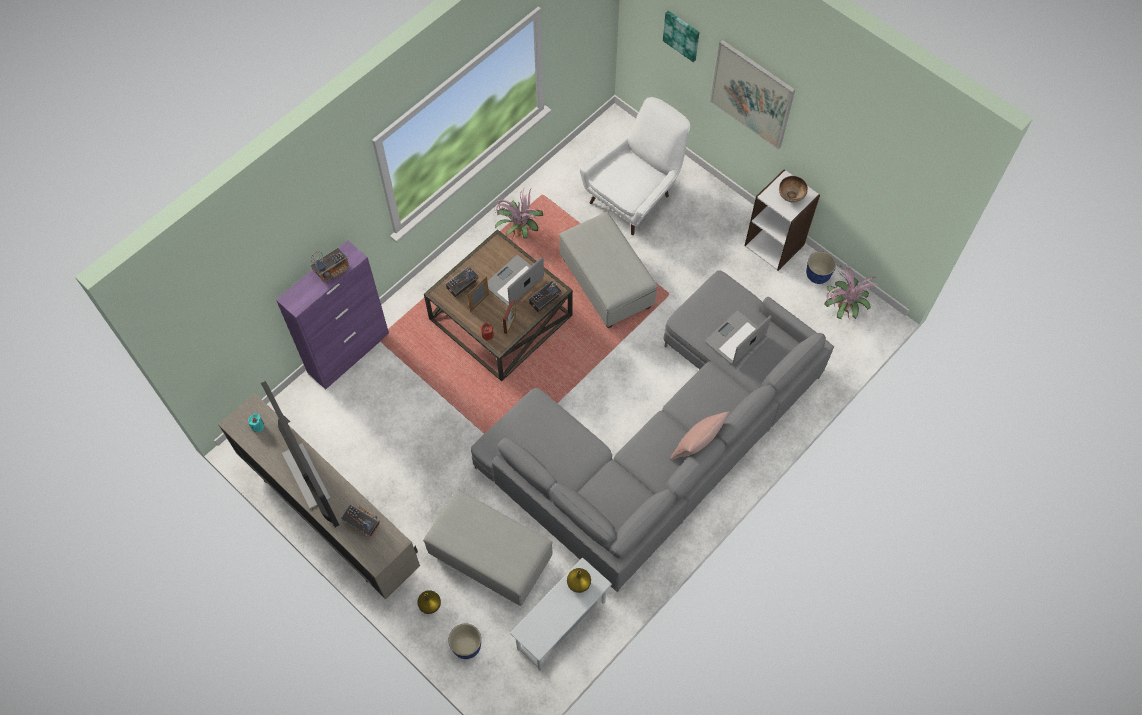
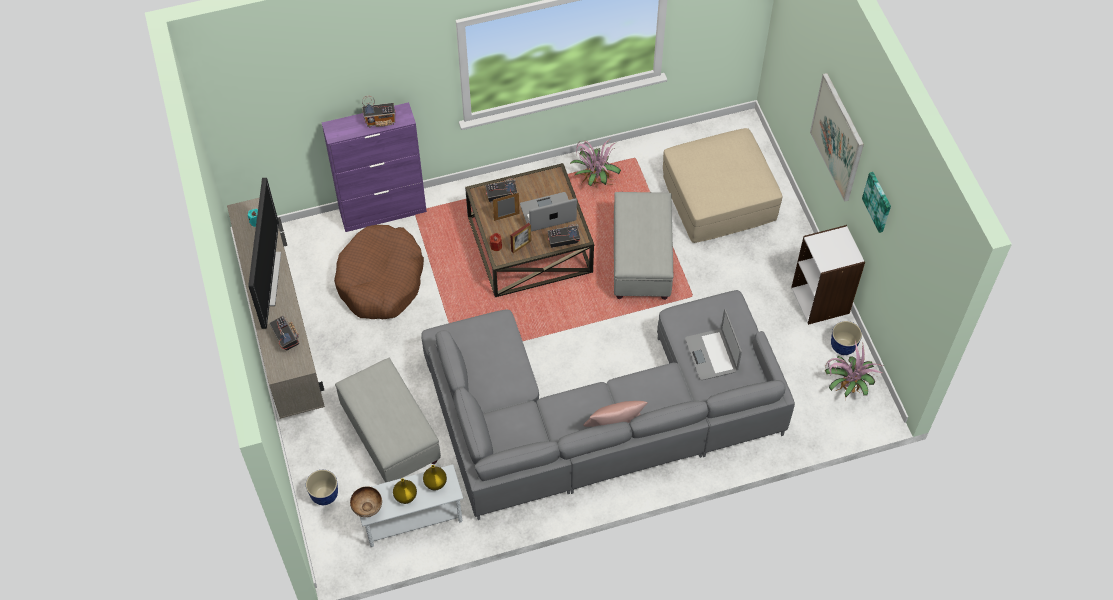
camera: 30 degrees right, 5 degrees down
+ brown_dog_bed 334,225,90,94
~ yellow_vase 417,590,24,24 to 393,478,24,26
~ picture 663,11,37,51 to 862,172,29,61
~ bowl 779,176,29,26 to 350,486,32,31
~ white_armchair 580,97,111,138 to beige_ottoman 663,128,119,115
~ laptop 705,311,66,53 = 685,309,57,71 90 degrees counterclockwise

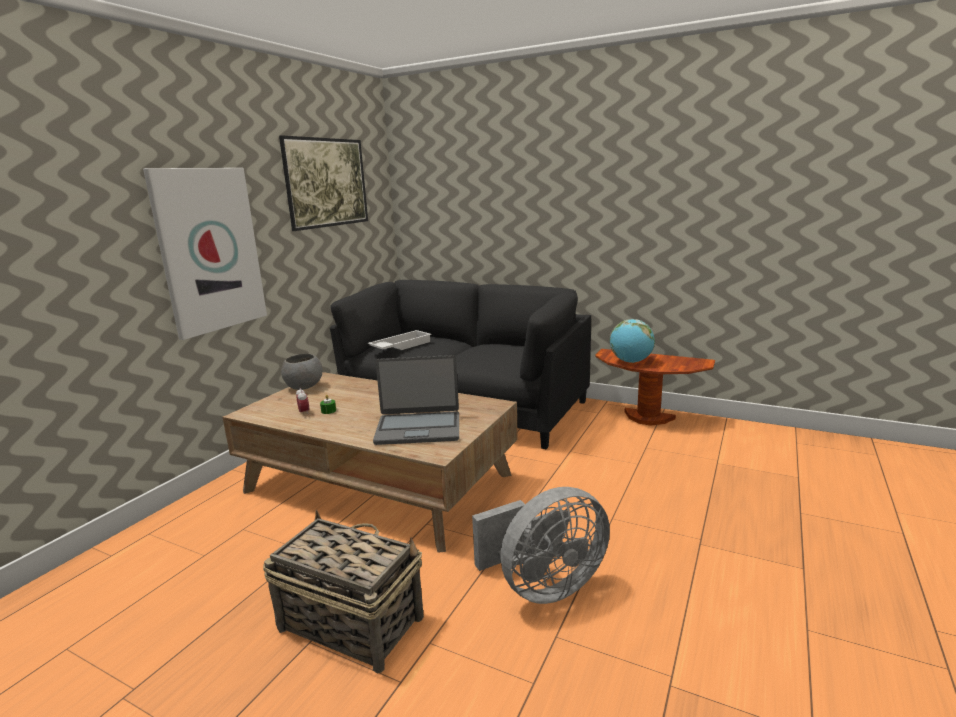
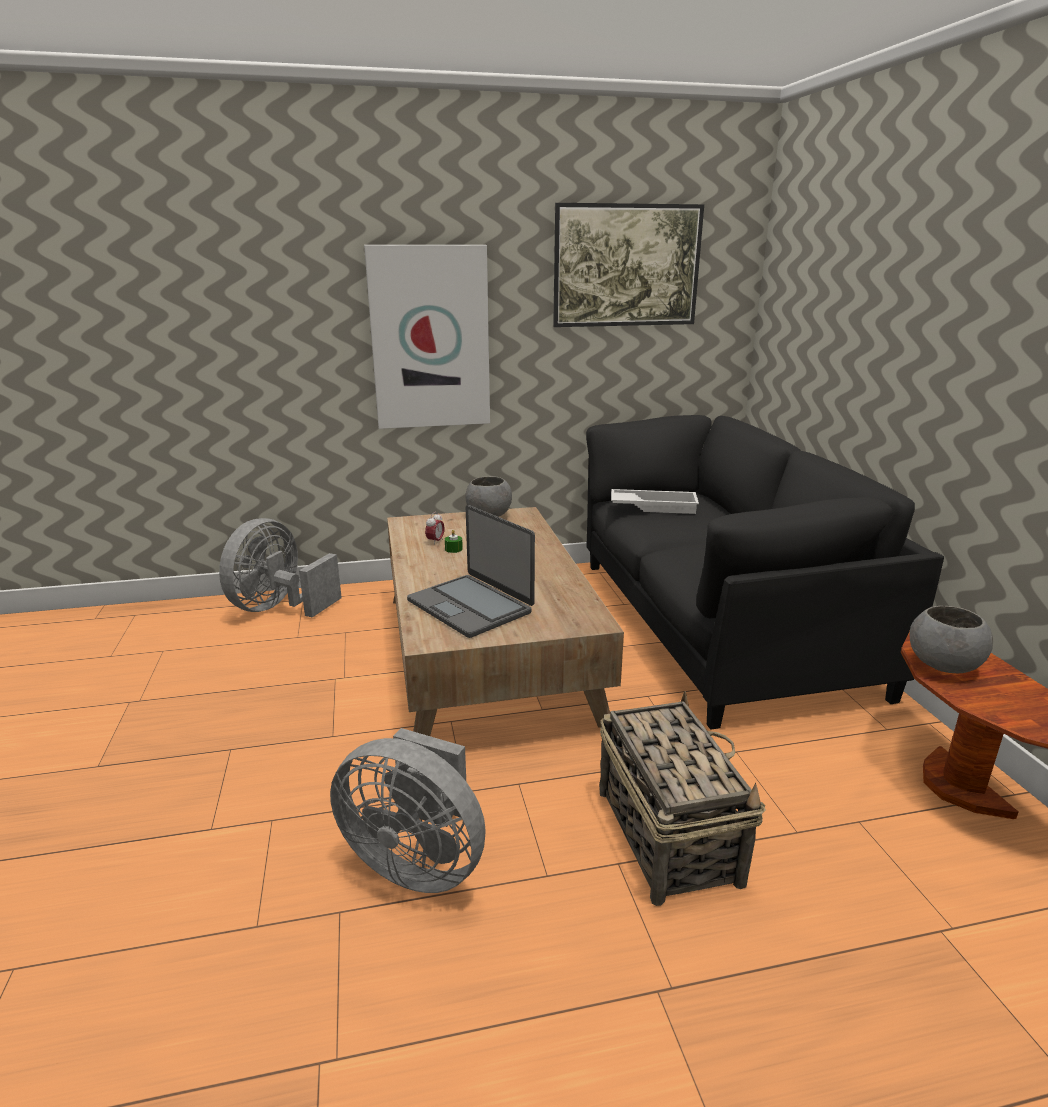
camera: 50 degrees right, 5 degrees up
+ grey_fan 219,518,123,99
~ basket 263,510,161,163 to 599,691,167,215
~ globe 610,319,45,44 to grey_bowl 910,606,83,67

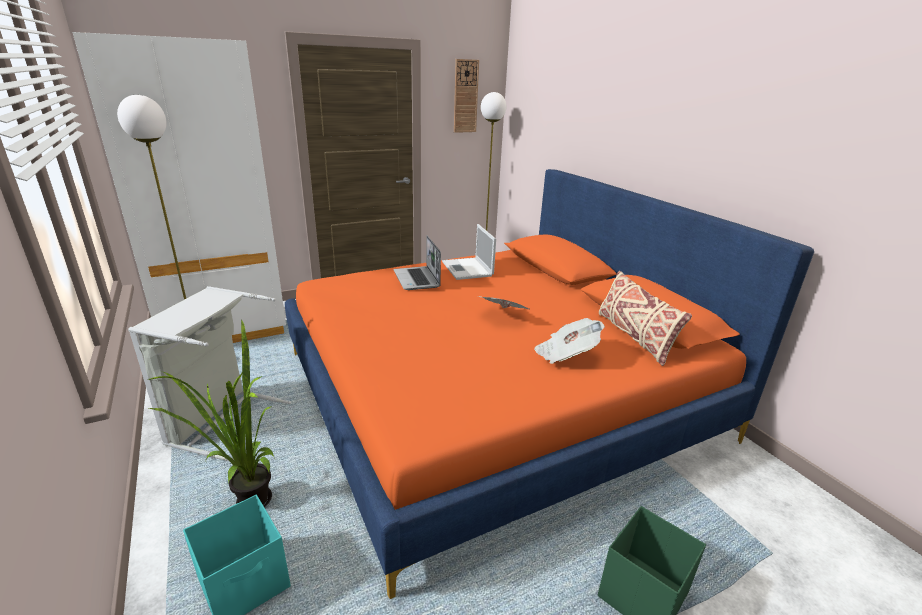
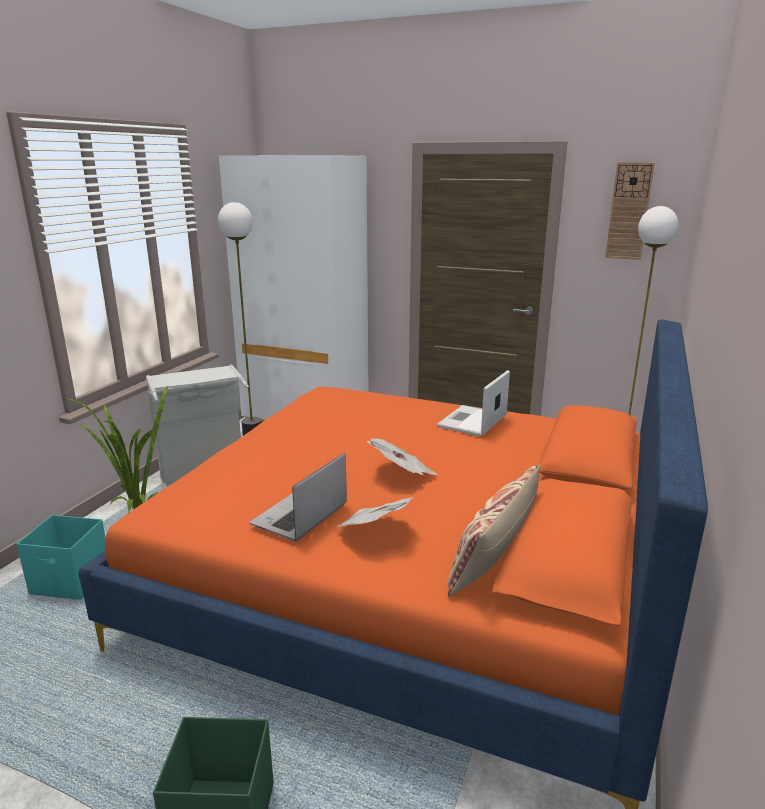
camera: 50 degrees right, 5 degrees down
~ laptop 393,236,48,54 to 250,453,97,88

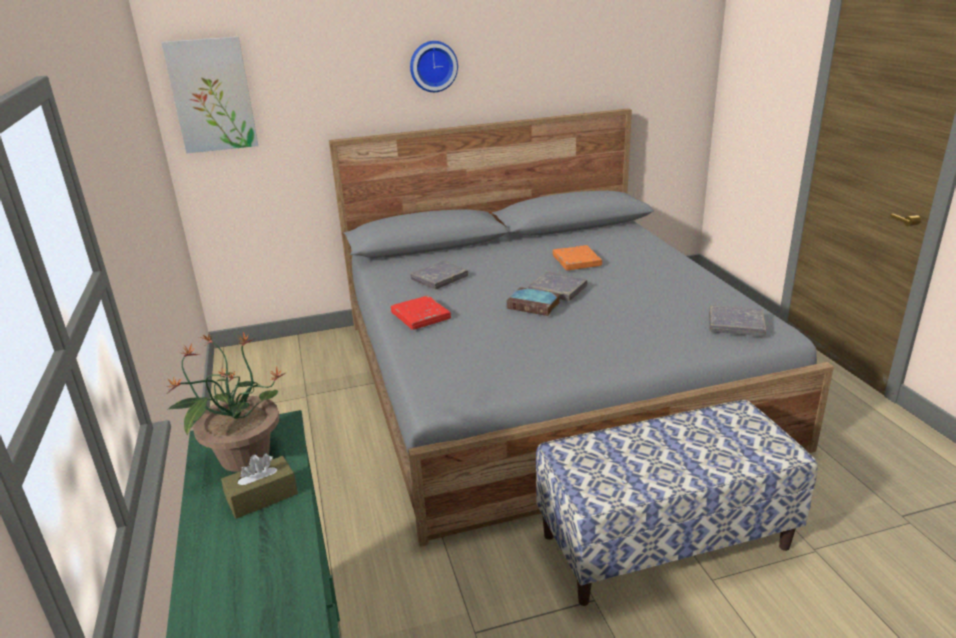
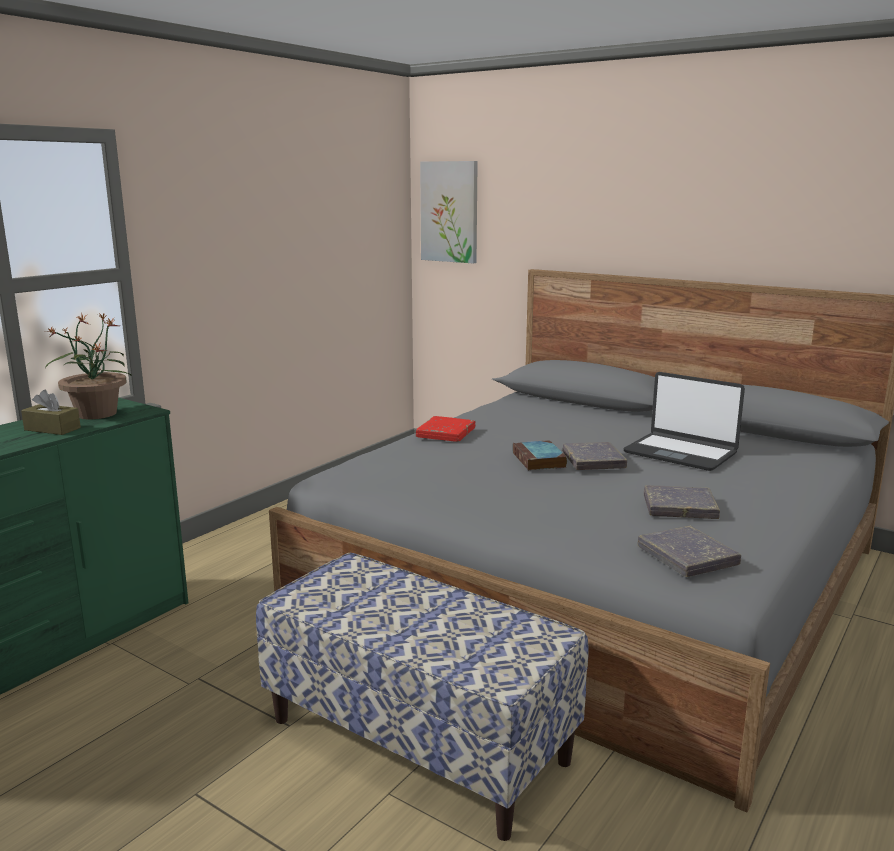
camera: 50 degrees right, 10 degrees down
- wall_clock 410,41,48,51
~ grey_book 410,261,58,28 to 644,485,76,34
~ orange_book 553,245,49,25 to laptop 624,372,121,99

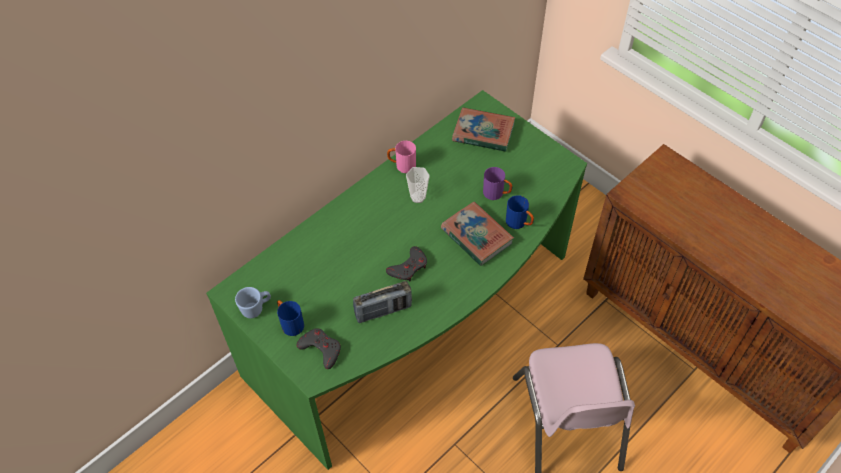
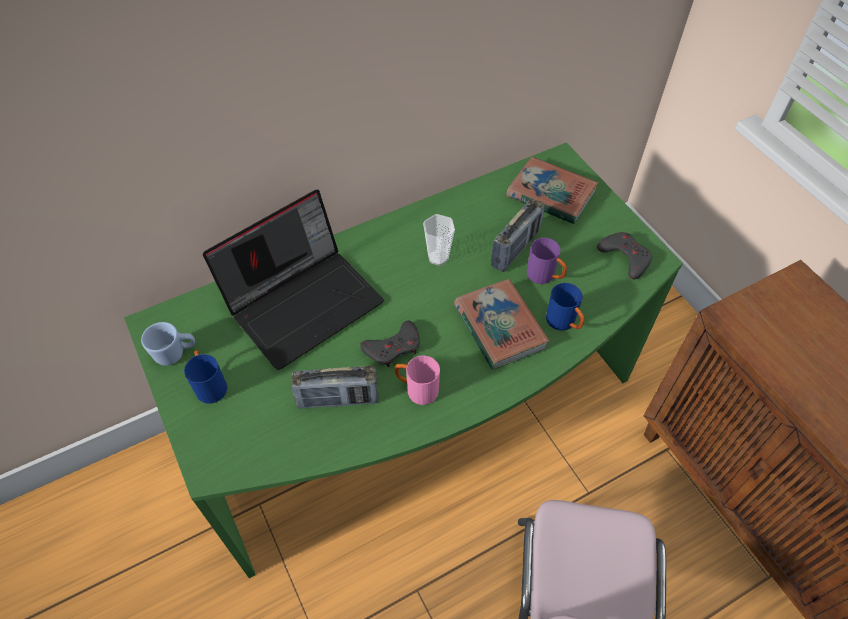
camera: 15 degrees right, 0 degrees up
+ laptop 203,190,181,180
+ radio 491,199,54,73
~ grey_game_controller 296,328,45,41 to 597,232,55,47
~ pink_mug 387,141,29,32 to 394,355,46,50

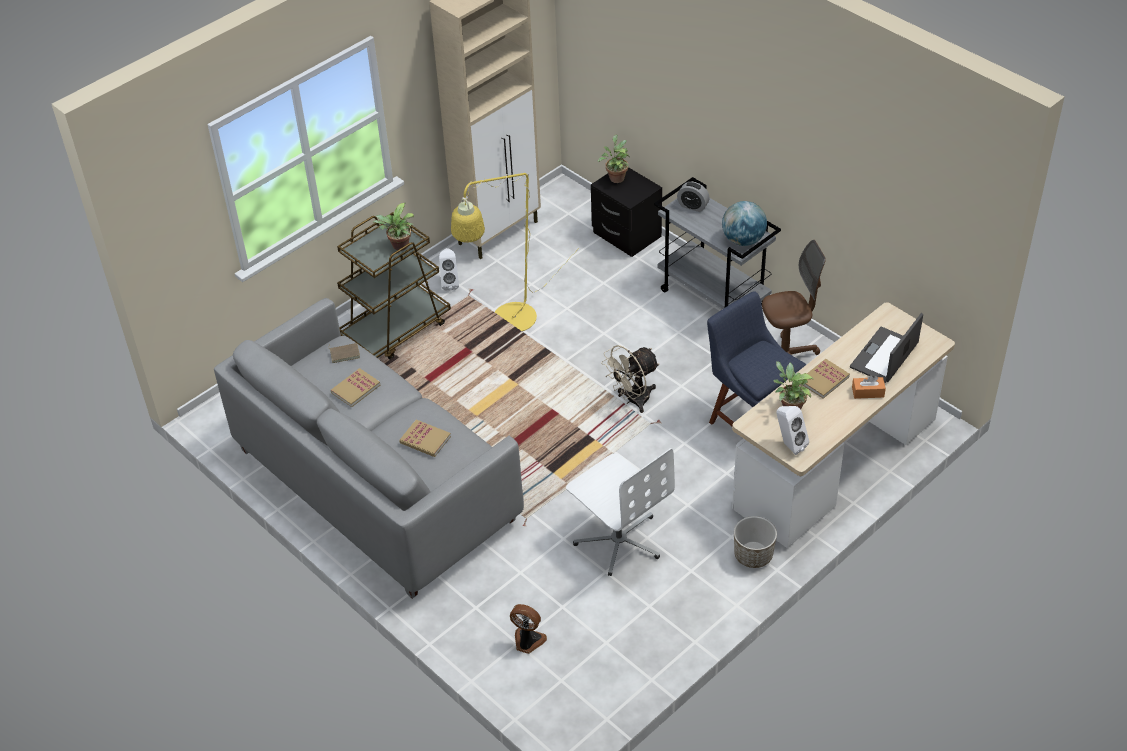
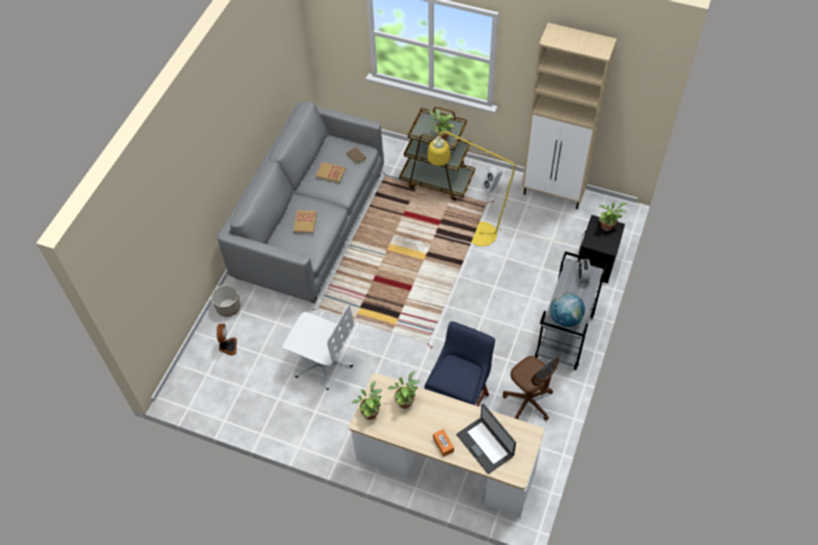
camera: 65 degrees right, 10 degrees up
- beige_fan 602,345,58,68
- book 801,359,49,40
~ planter 734,516,43,52 to 211,285,29,32
~ white_speaker 776,406,33,49 to potted_plant 352,381,30,39
~ white_office_chair 566,448,109,128 = 283,304,71,86 90 degrees counterclockwise
~ laptop 850,313,73,70 = 456,404,60,70 135 degrees counterclockwise

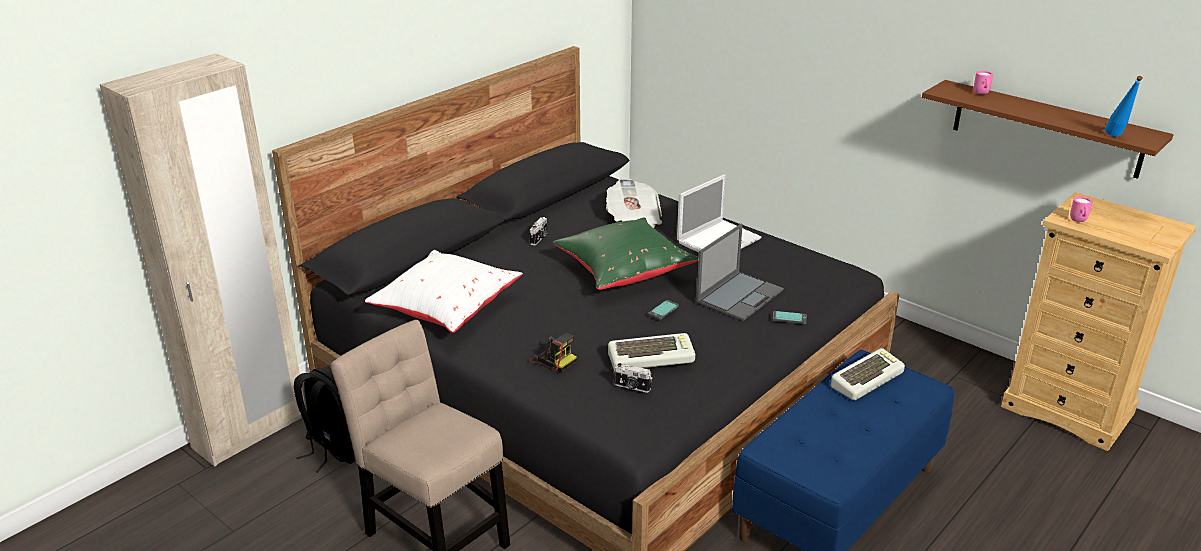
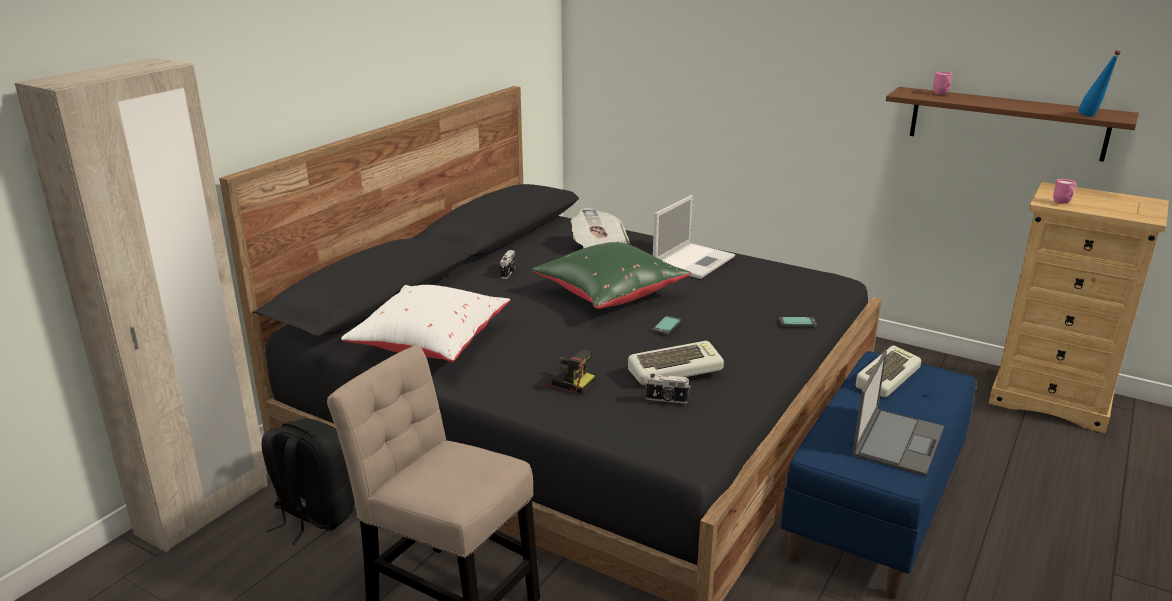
camera: 10 degrees left, 5 degrees down
~ laptop 696,224,88,97 to 852,350,92,126

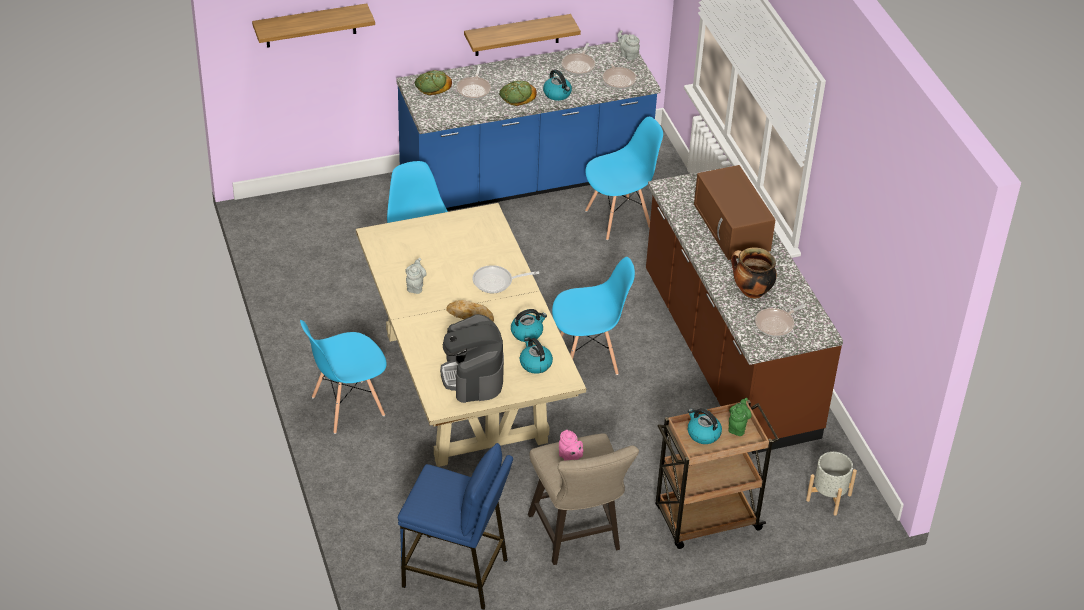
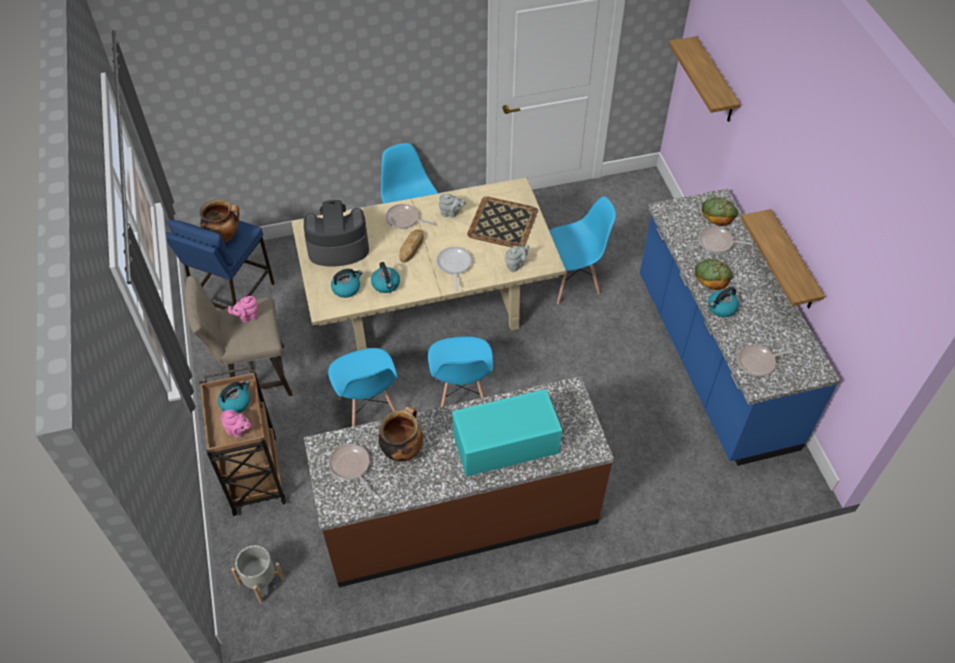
camera: 95 degrees right, 10 degrees up
+ cooking_pot 199,199,40,44
+ tray 467,196,71,51
~ frying_pan 562,43,33,32 to 386,204,48,25
~ blue_chair 585,117,78,123 to 328,348,69,78
~ grey_teapot 617,30,23,30 to 505,244,24,28
~ brown_microwave 694,165,81,95 to turquoise_microwave 452,389,110,88
~ green_teapot 728,398,24,38 to pink_teapot 221,410,31,28

